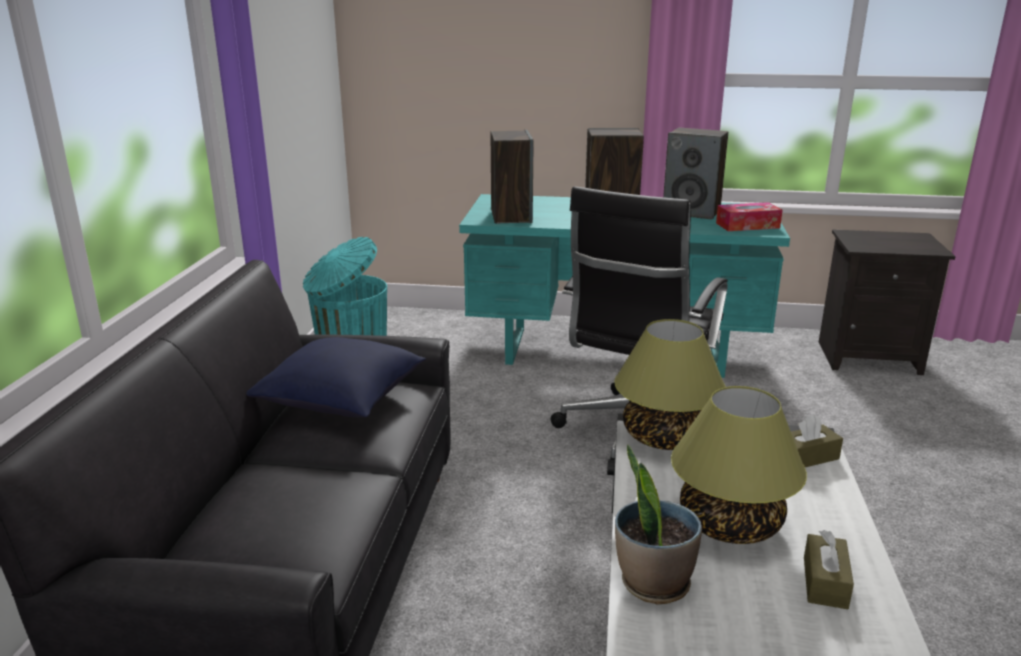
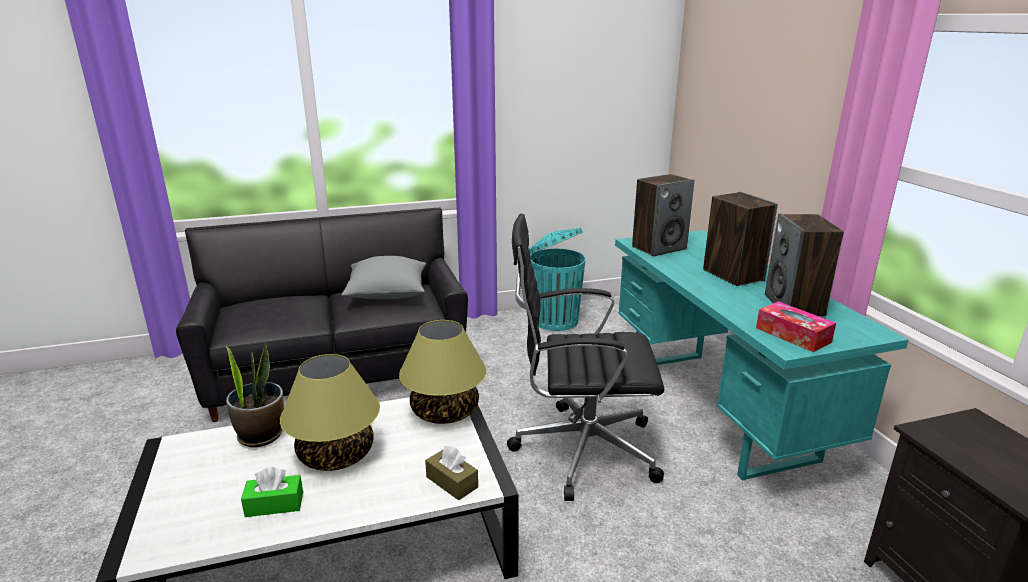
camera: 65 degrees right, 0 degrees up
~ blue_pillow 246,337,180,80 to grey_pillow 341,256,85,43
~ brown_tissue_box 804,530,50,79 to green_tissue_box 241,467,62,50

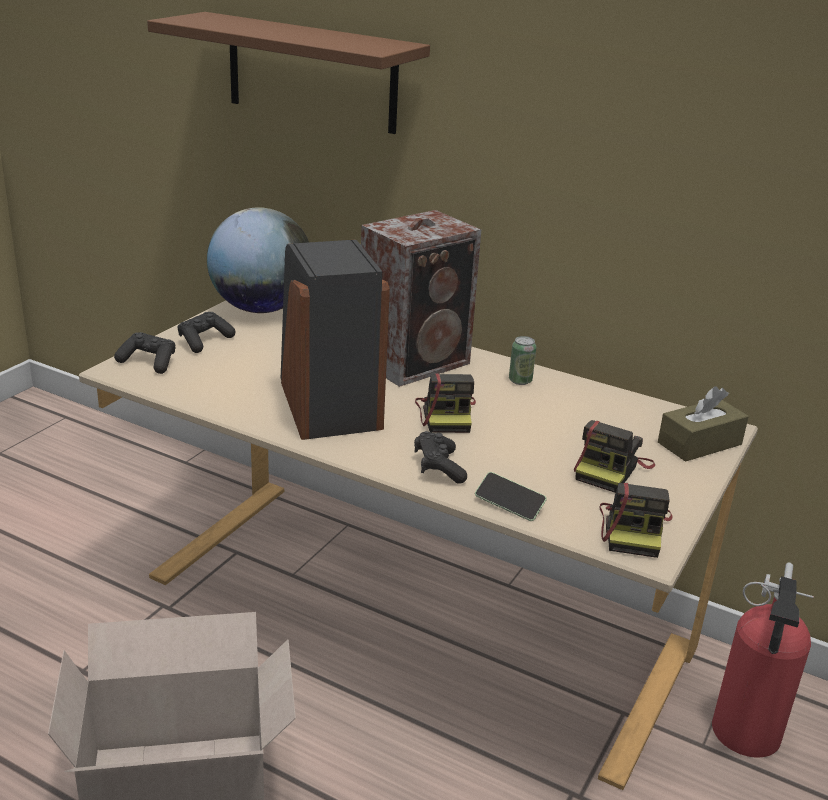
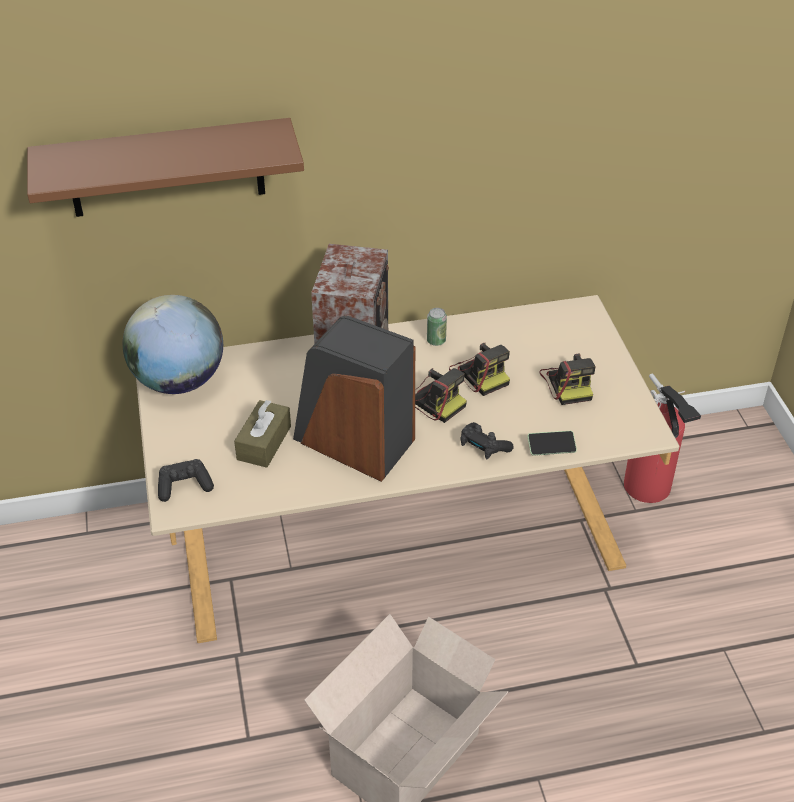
camera: 40 degrees left, 15 degrees up
- black_game_controller 178,312,57,41
~ photo_camera 600,483,73,75 to 449,343,61,53
~ brown_tissue_box 658,386,91,76 to 234,400,57,68

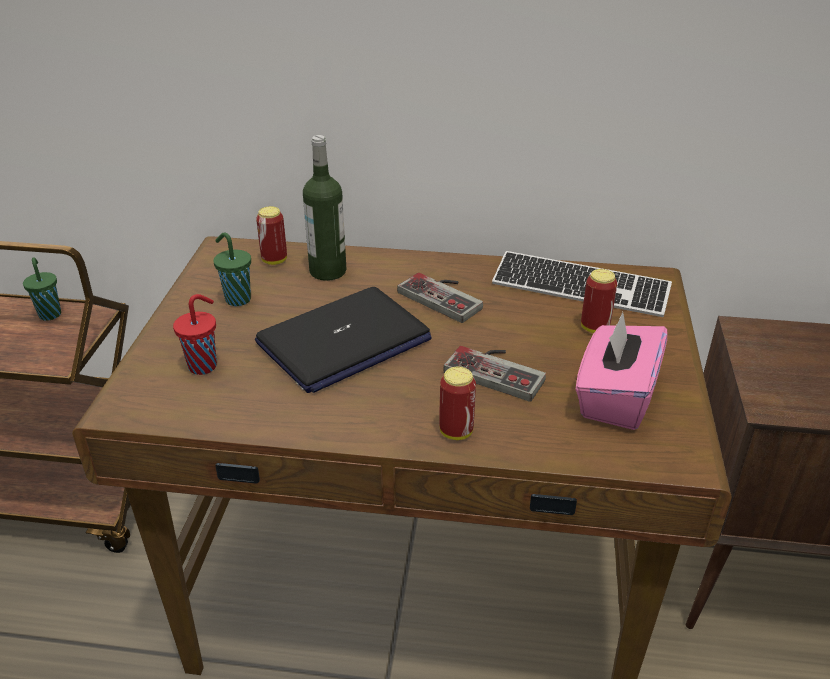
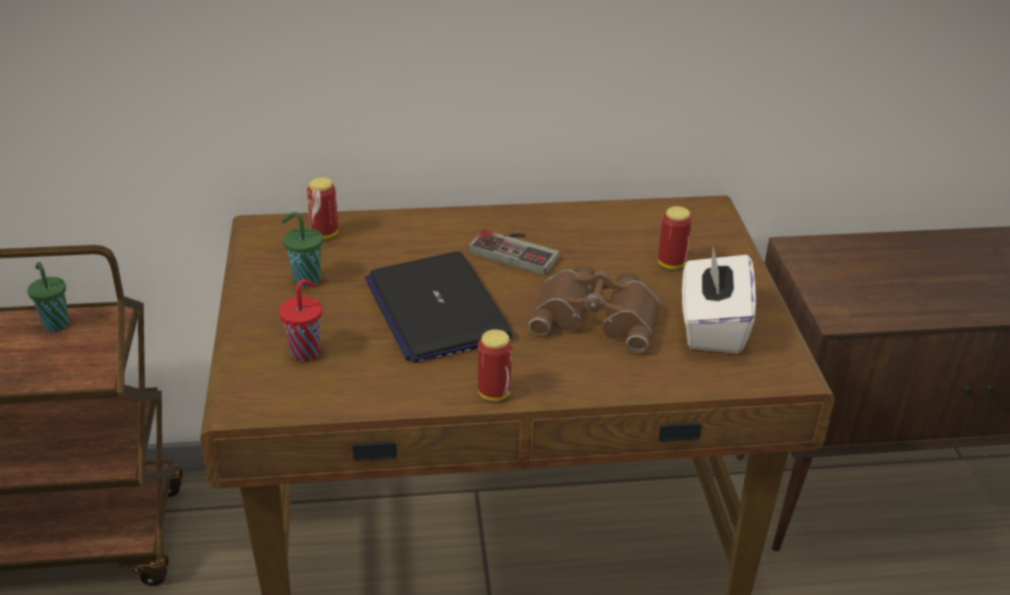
camera: 15 degrees left, 0 degrees up
- bottle 303,135,44,146
- keyboard 492,251,180,66
~ can 439,367,37,73 to 478,329,35,72
~ game_controller 443,346,103,56 to brown_binoculars 528,265,132,88
~ pink_tissue_box 576,312,91,118 to white_tissue_box 682,246,74,107
~ laptop 255,287,177,106 = 365,251,148,112 120 degrees clockwise

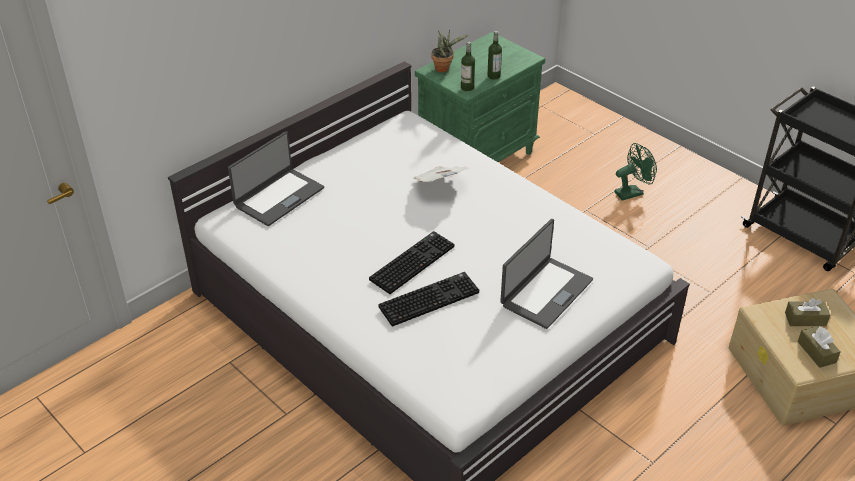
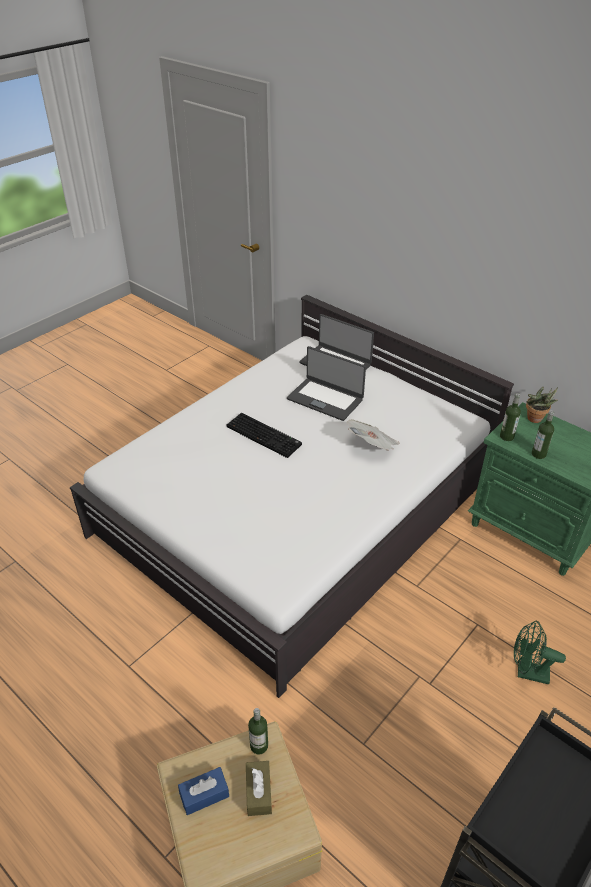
camera: 85 degrees right, 0 degrees up
- keyboard 378,272,101,55
+ bottle 248,708,20,46
~ laptop 500,219,93,110 to 287,346,79,75
~ brown_tissue_box 798,326,43,42 to blue_tissue_box 178,767,51,48
~ green_fan 614,143,43,58 = 514,621,52,64 135 degrees clockwise

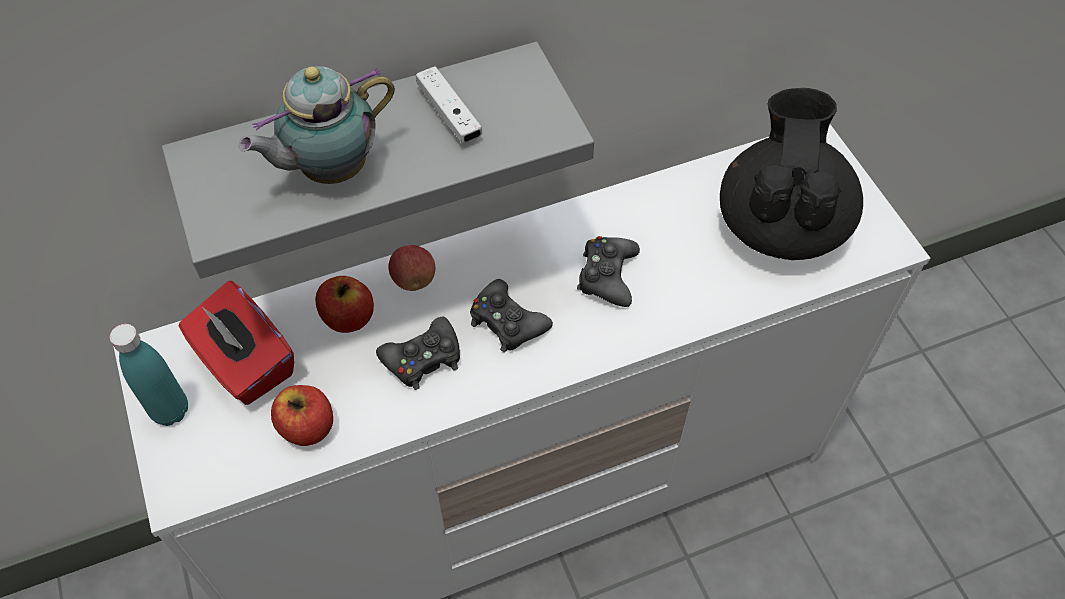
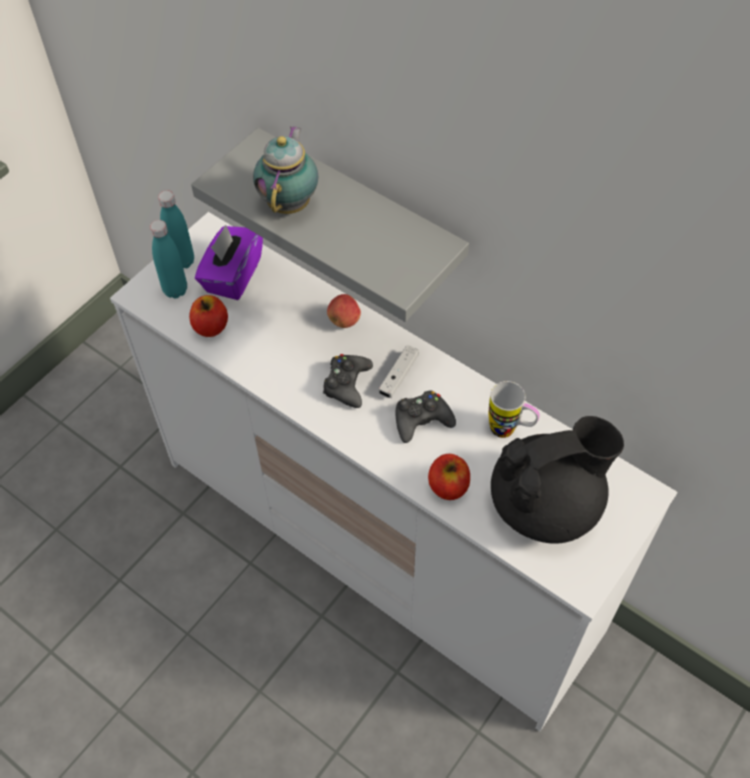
camera: 60 degrees right, 0 degrees up
- black_game_controller 376,316,84,74
+ turquoise_bottle 150,220,37,79
+ mug 489,381,51,57
~ apple 315,276,59,57 to 428,454,42,46
~ white_game_controller 416,66,67,77 to 378,345,41,53
~ red_tissue_box 179,281,115,124 to purple_tissue_box 195,225,68,75
~ teapot 239,66,156,118 = 253,126,65,88 75 degrees clockwise

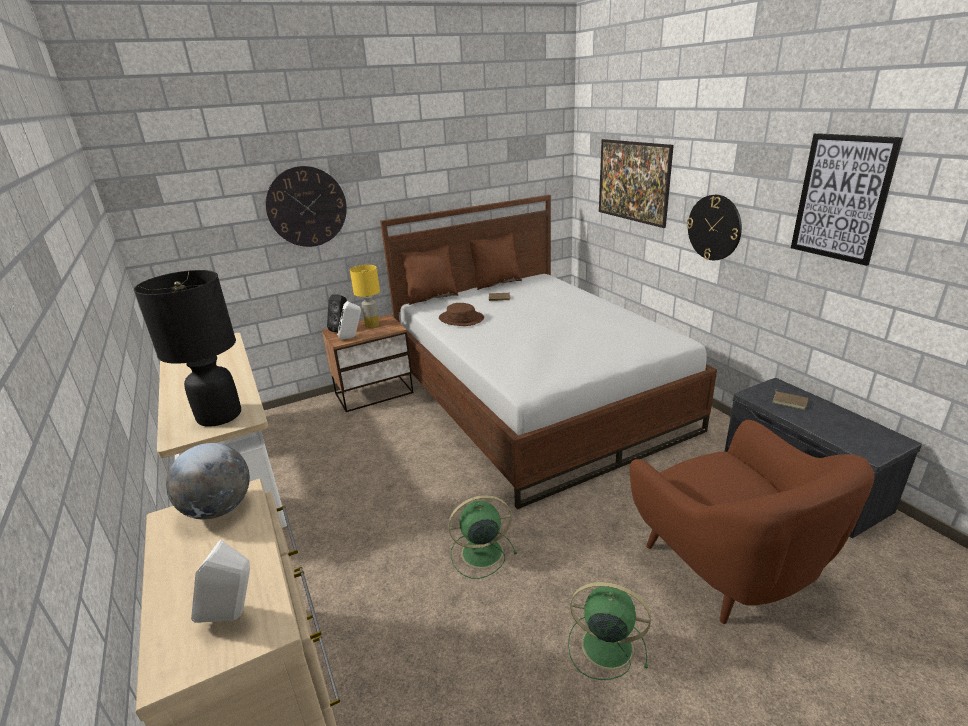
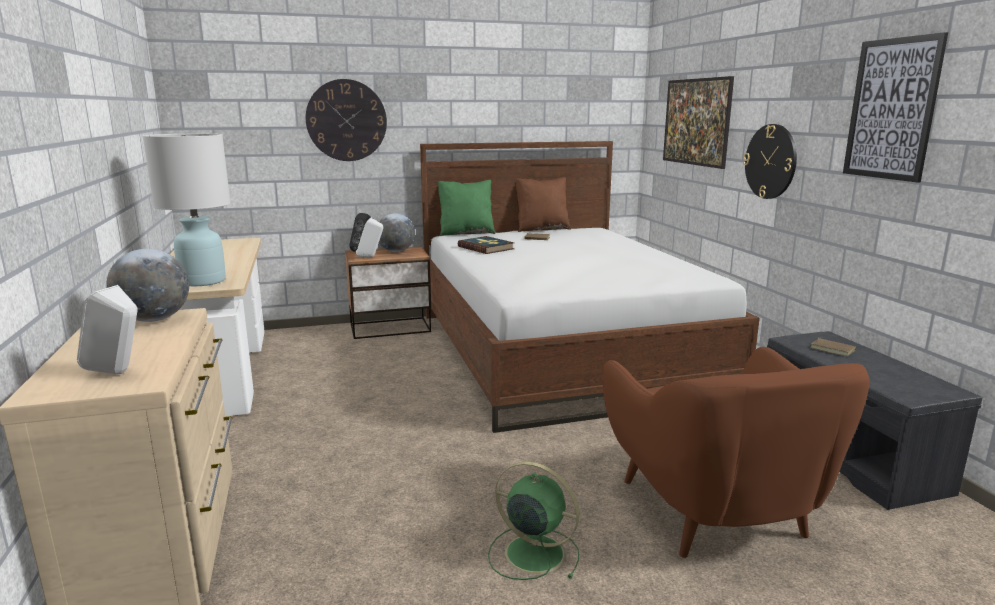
camera: 10 degrees right, 10 degrees down
- green_fan 448,495,69,84
~ yellow_table_lamp 350,265,30,63 to globe 379,213,36,39
~ brown_hat 439,303,45,23 to book 458,236,56,18
~ black_table_lamp 134,270,107,157 to white_table_lamp 143,134,88,152
~ brown_pillow 401,245,57,60 to green_pillow 438,180,57,56

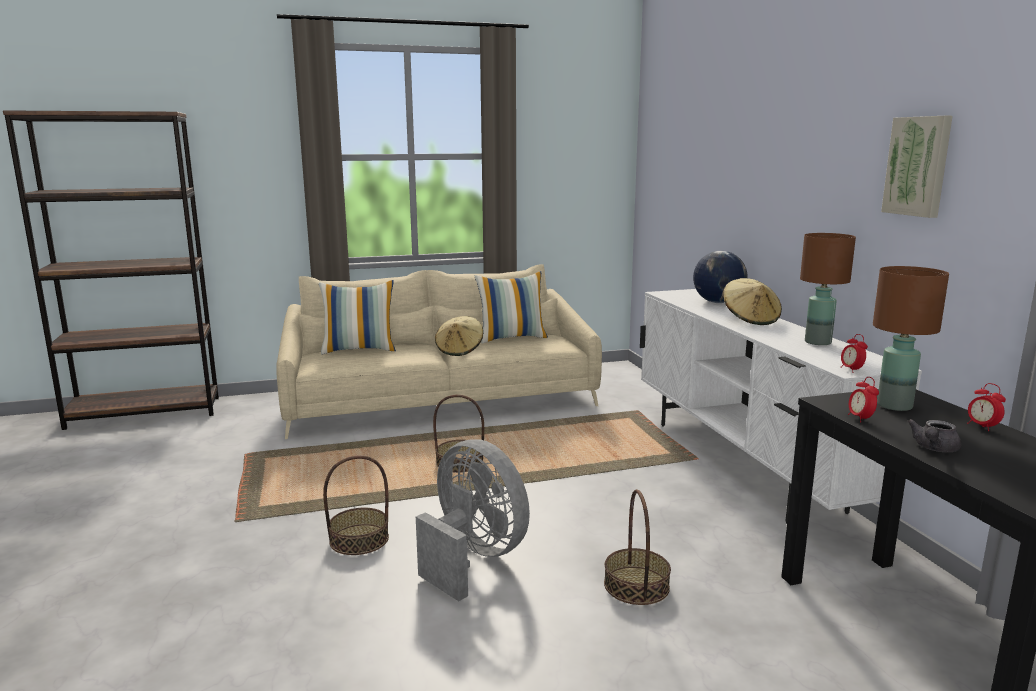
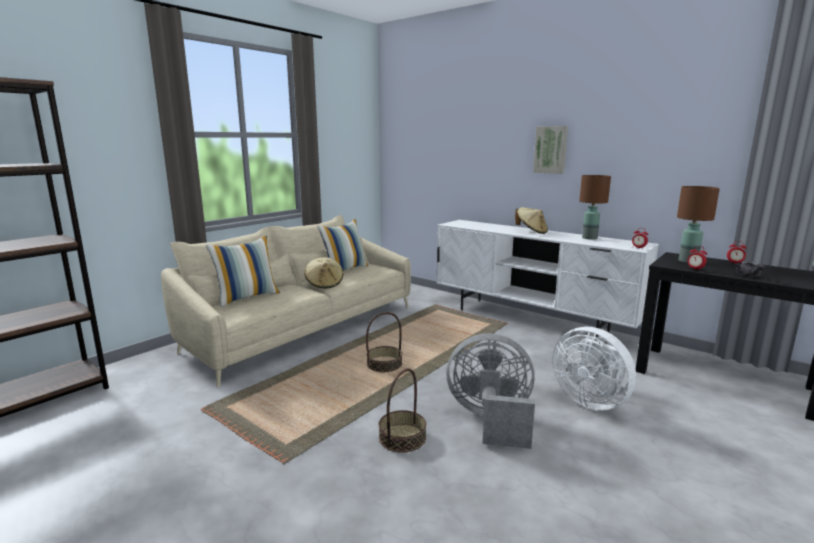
camera: 35 degrees left, 0 degrees up
- globe 693,251,54,52
~ picture 881,116,71,102 to 533,126,35,48
~ basket 604,489,67,116 to white_fan 553,327,83,84

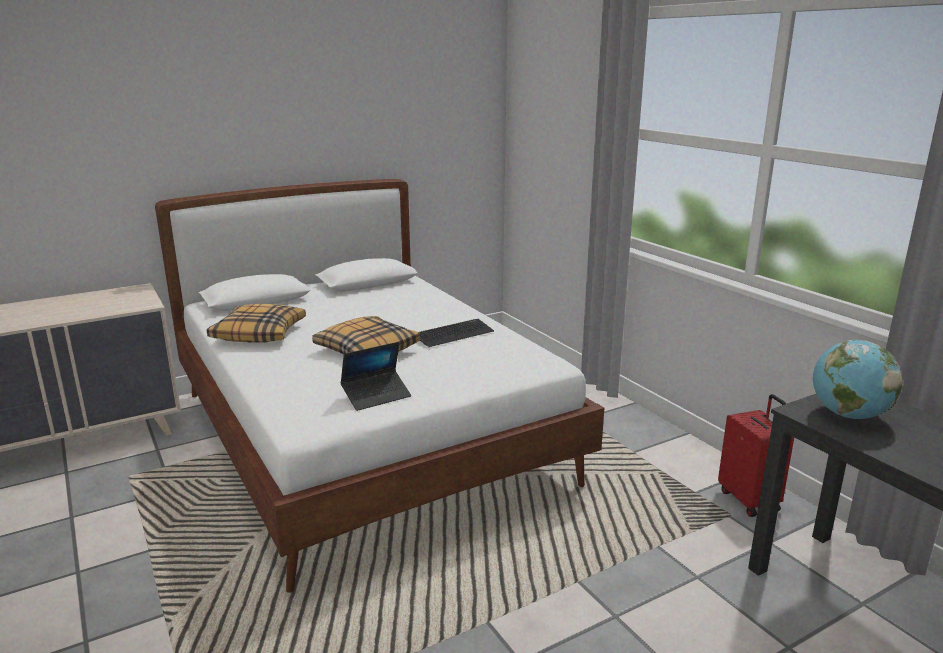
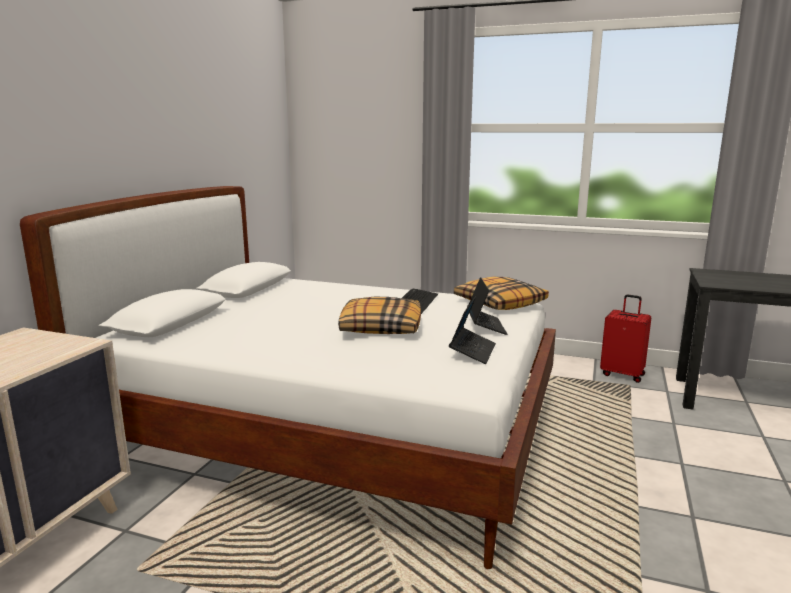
camera: 40 degrees left, 5 degrees down
- globe 813,340,89,79
+ laptop 467,277,40,58
~ pillow 207,304,99,39 to 454,277,95,33

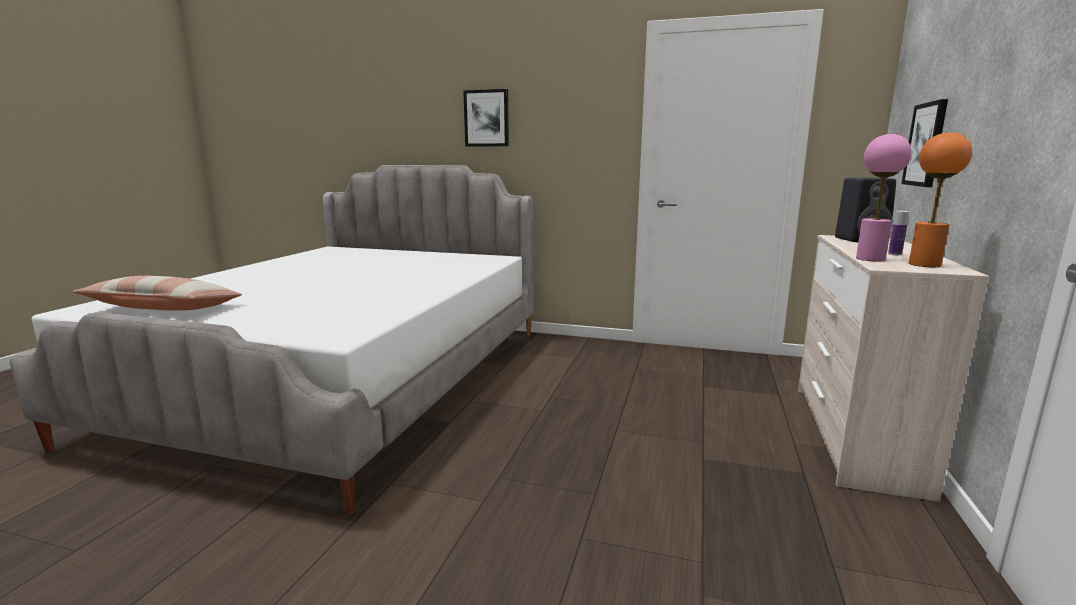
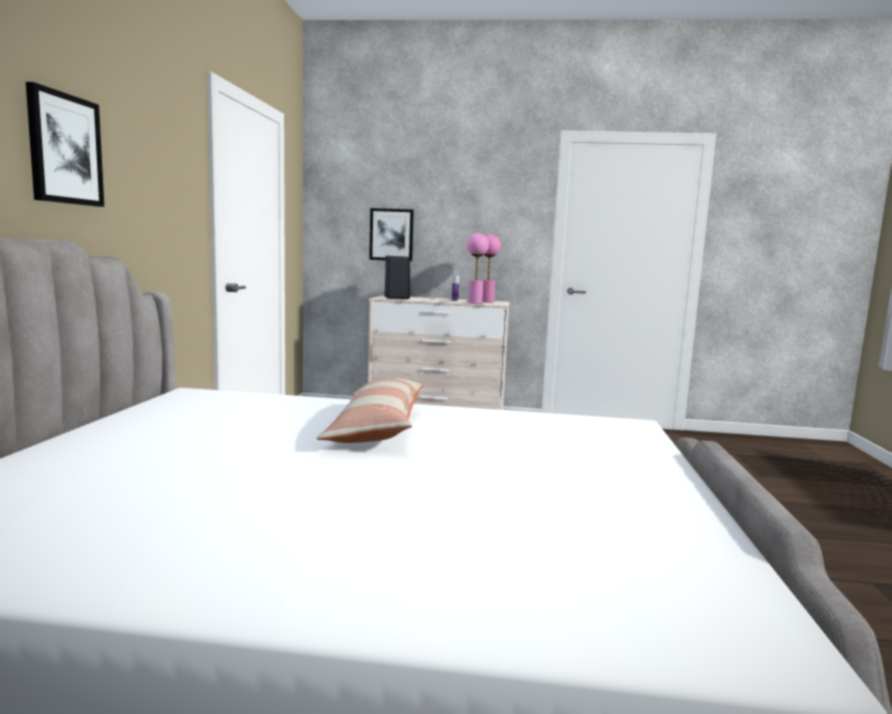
camera: 100 degrees left, 5 degrees down
~ pillow 72,276,170,35 to 317,379,108,64
~ orange_table_lamp 909,132,63,135 to pink_table_lamp 481,234,20,68

